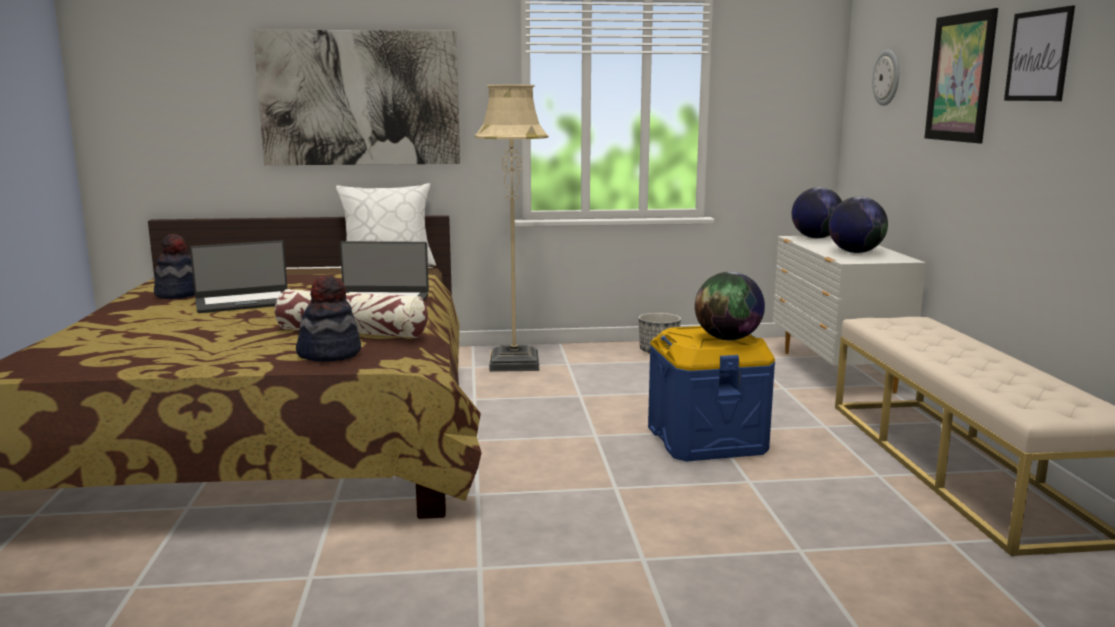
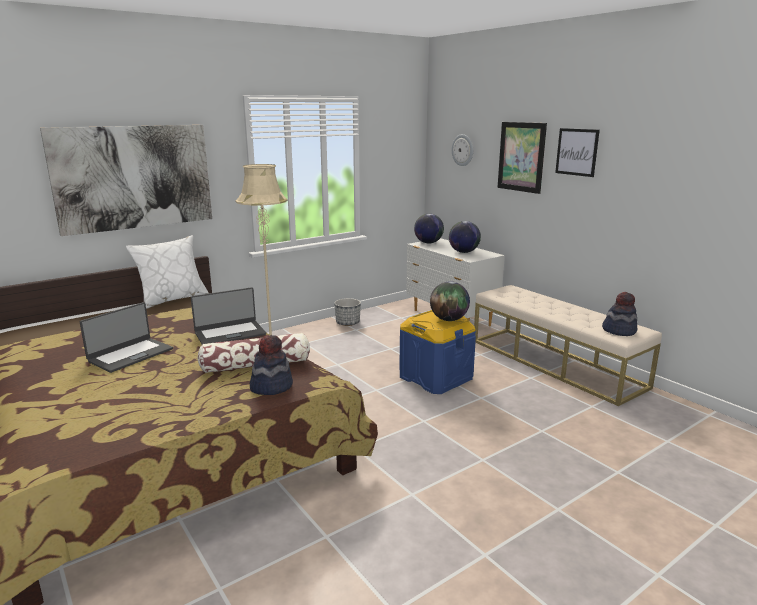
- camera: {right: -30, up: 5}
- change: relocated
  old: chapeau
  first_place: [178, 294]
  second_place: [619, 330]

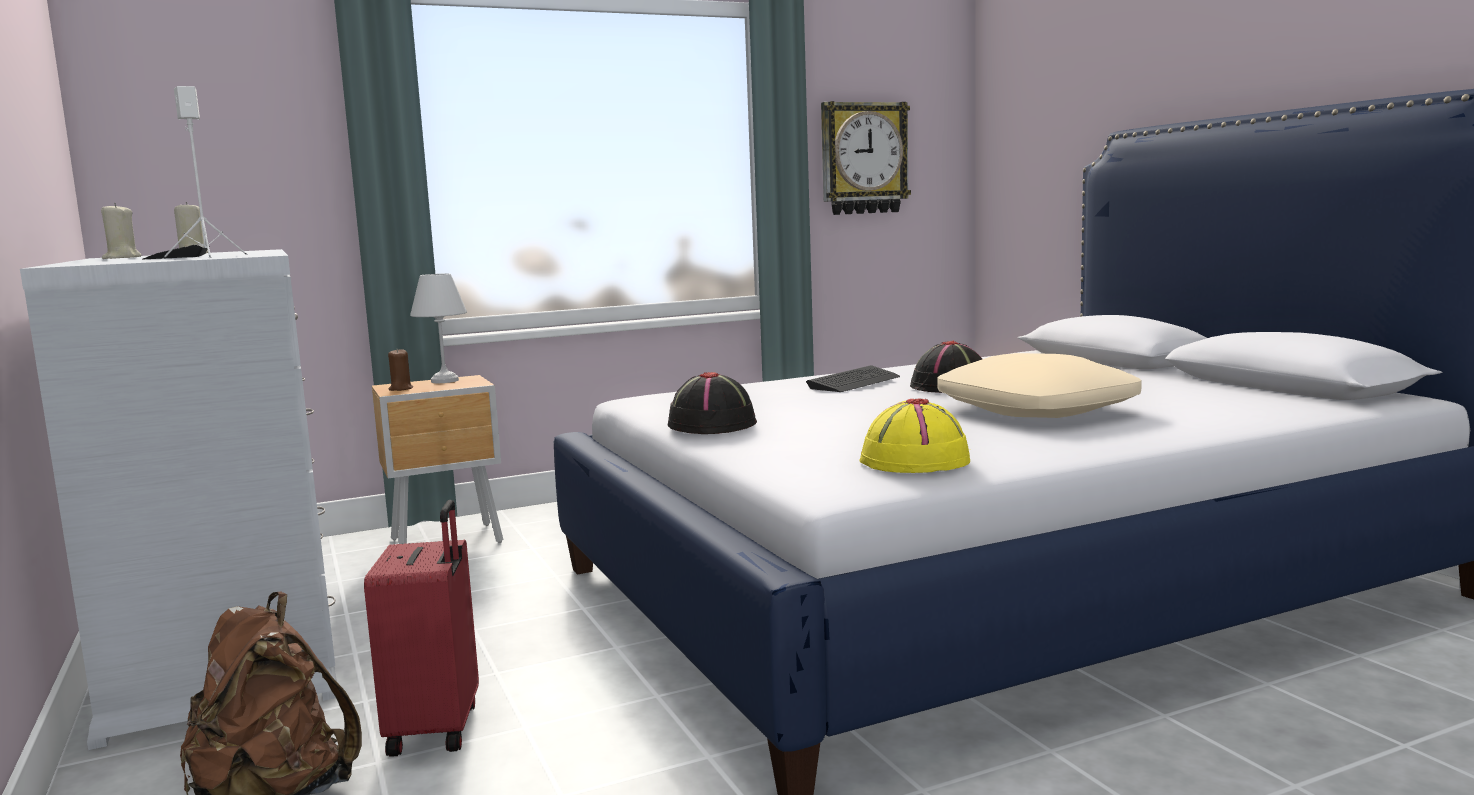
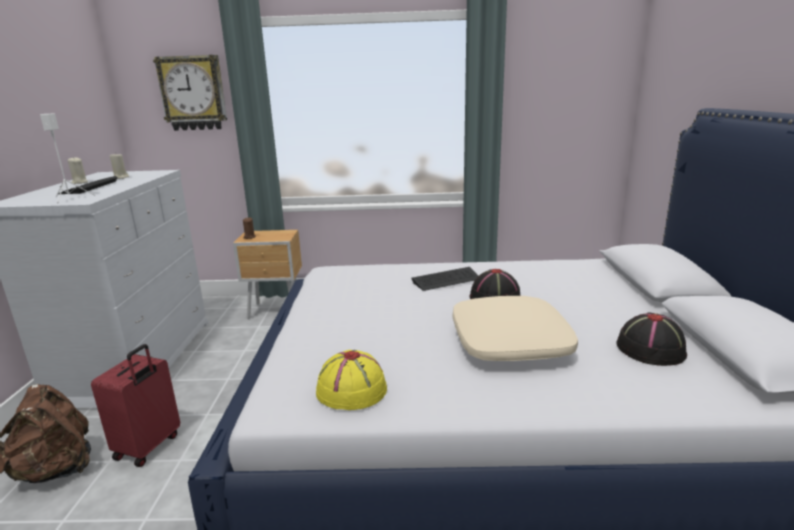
- camera: {right: 25, up: 10}
- change: relocated
  old: horloge murale
  first_place: [863, 158]
  second_place: [193, 93]
- change: relocated
  old: chapeau (noir)
  first_place: [712, 424]
  second_place: [650, 348]
- change: missing
  old: lampe de table (blanc)
  first_place: [444, 381]

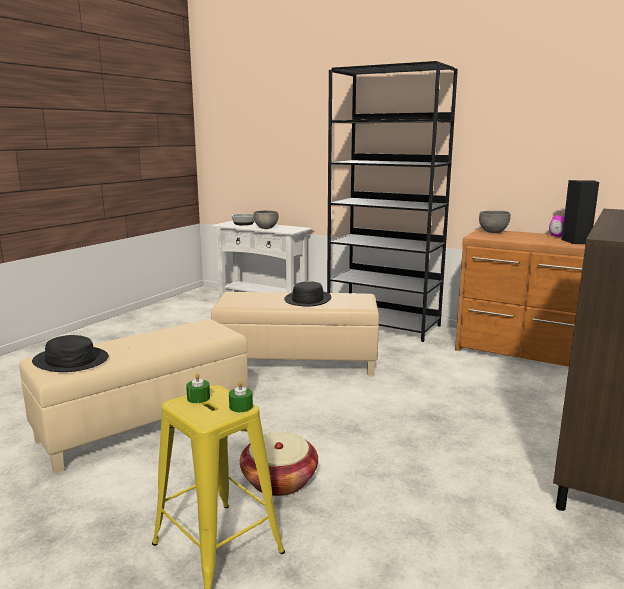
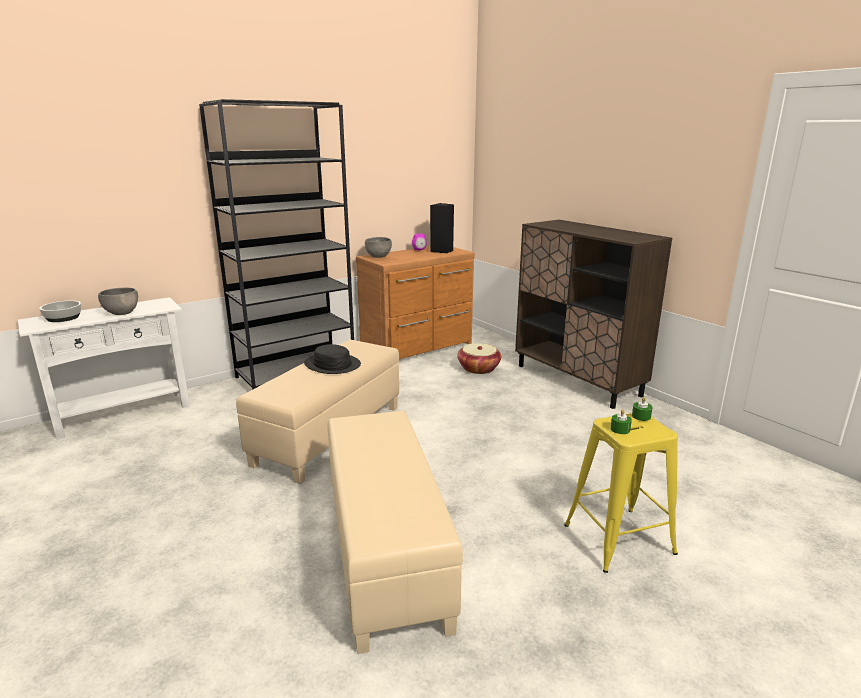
- camera: {right: -65, up: 5}
- change: relocated
  old: panier
  first_place: [279, 480]
  second_place: [478, 368]
- change: missing
  old: chapeau (noir)
  first_place: [70, 360]

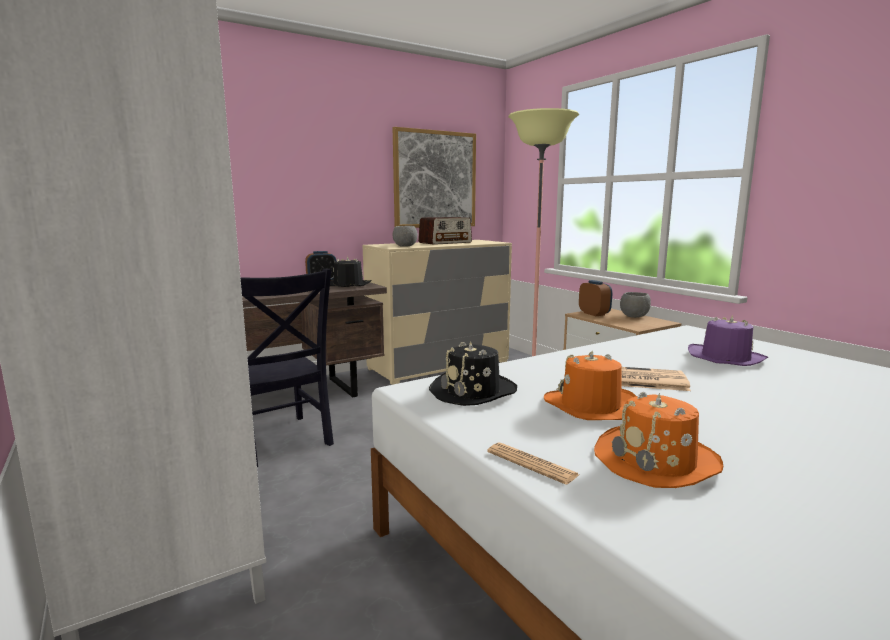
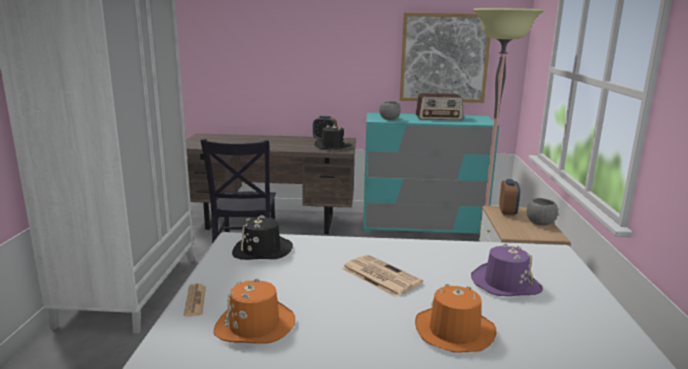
- camera: {right: 35, up: 5}
- change: colour
  old: commode (beige)
  new: commode (turquoise)
  first_place: [439, 365]
  second_place: [422, 224]
- change: relocated
  old: chapeau (orange)
  first_place: [591, 406]
  second_place: [454, 331]

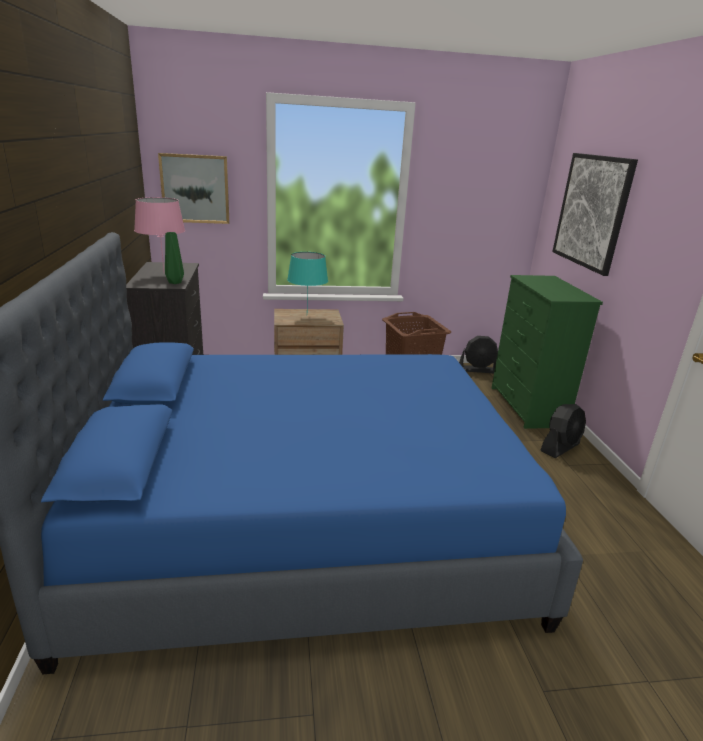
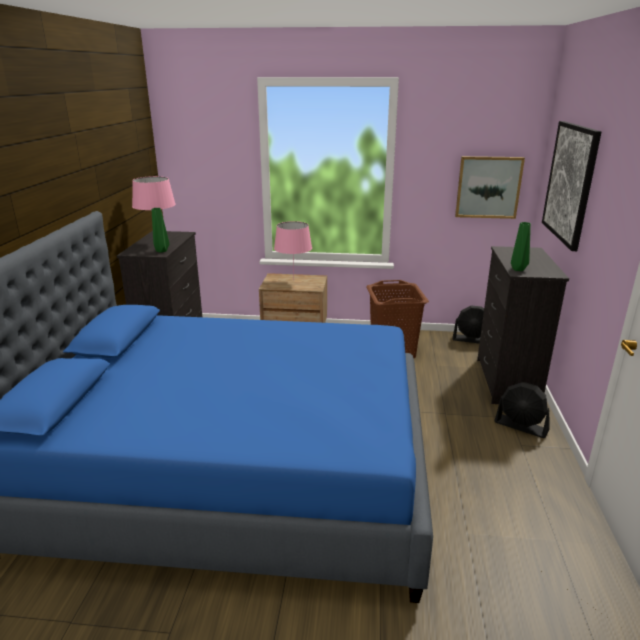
- camera: {right: 15, up: 0}
- change: colour
  old: lampe de table (turquoise)
  new: lampe de table (rose)
  first_place: [306, 315]
  second_place: [293, 280]
- change: relocated
  old: tableau
  first_place: [195, 189]
  second_place: [488, 187]
- change: colour
  old: commode (vert)
  new: commode (noir)
  first_place: [527, 407]
  second_place: [506, 382]
- change: spun
  old: ventilateur (noir)
  first_place: [560, 447]
  second_place: [521, 426]
  degrees: 60
- change: appeared
  new: vase (vert)
  second_place: [519, 269]

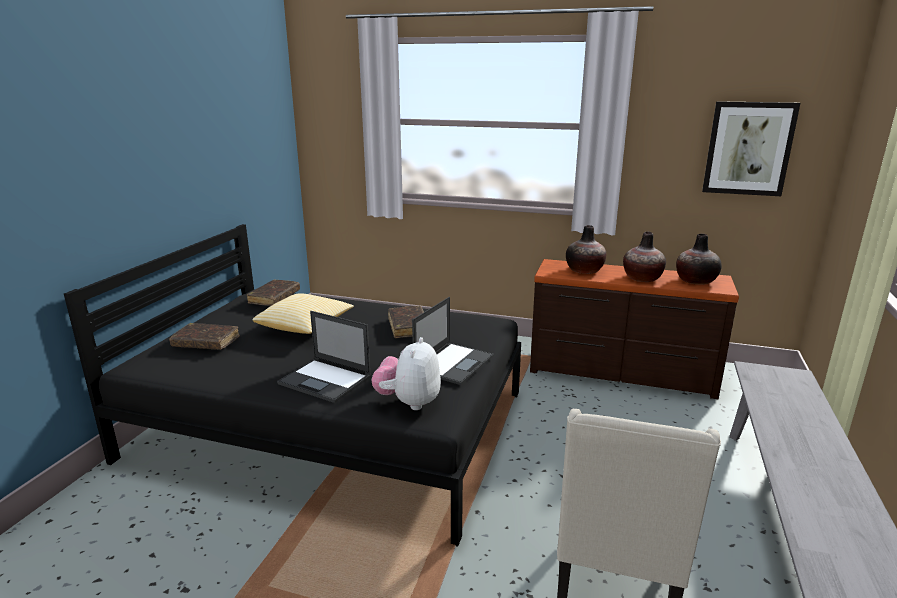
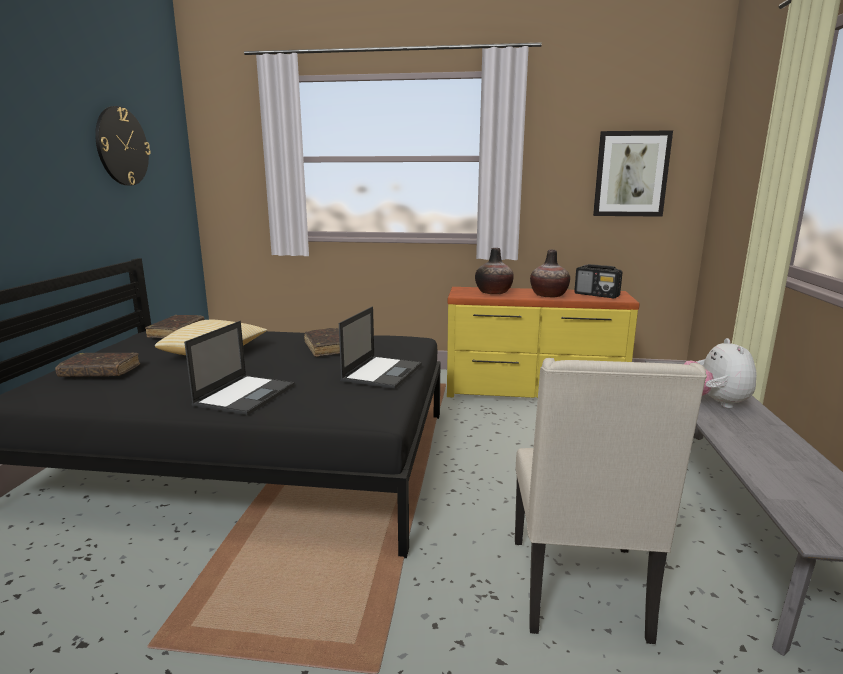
- camera: {right: -10, up: -5}
- change: appeared
  new: horloge murale
  second_place: [122, 146]
- change: spun
  old: ordinateur portable
  first_place: [326, 380]
  second_place: [246, 394]
  degrees: -90
- change: colour
  old: commode (marron)
  new: commode (jaune)
  first_place: [621, 373]
  second_place: [533, 392]
- change: exchanged
  old: vase
  new: radio
  first_place: [695, 281]
  second_place: [597, 295]
- change: relocated
  old: peluche
  first_place: [409, 402]
  second_place: [714, 403]

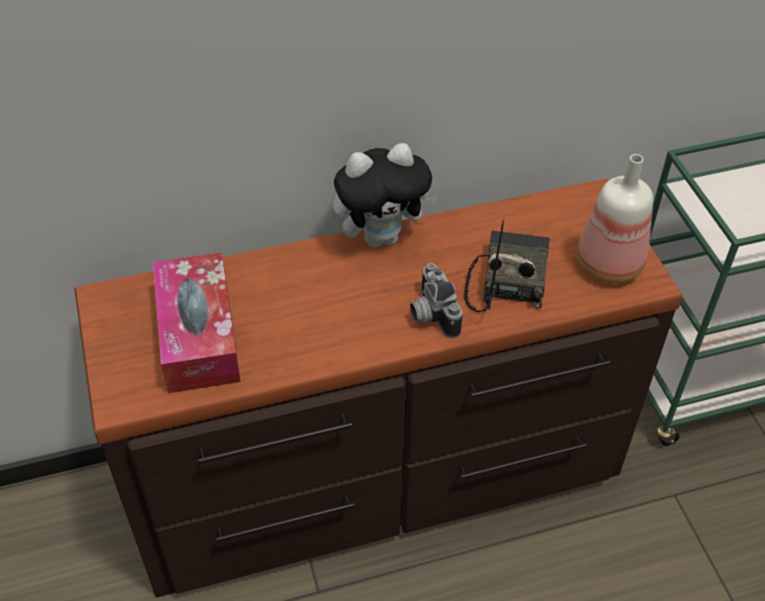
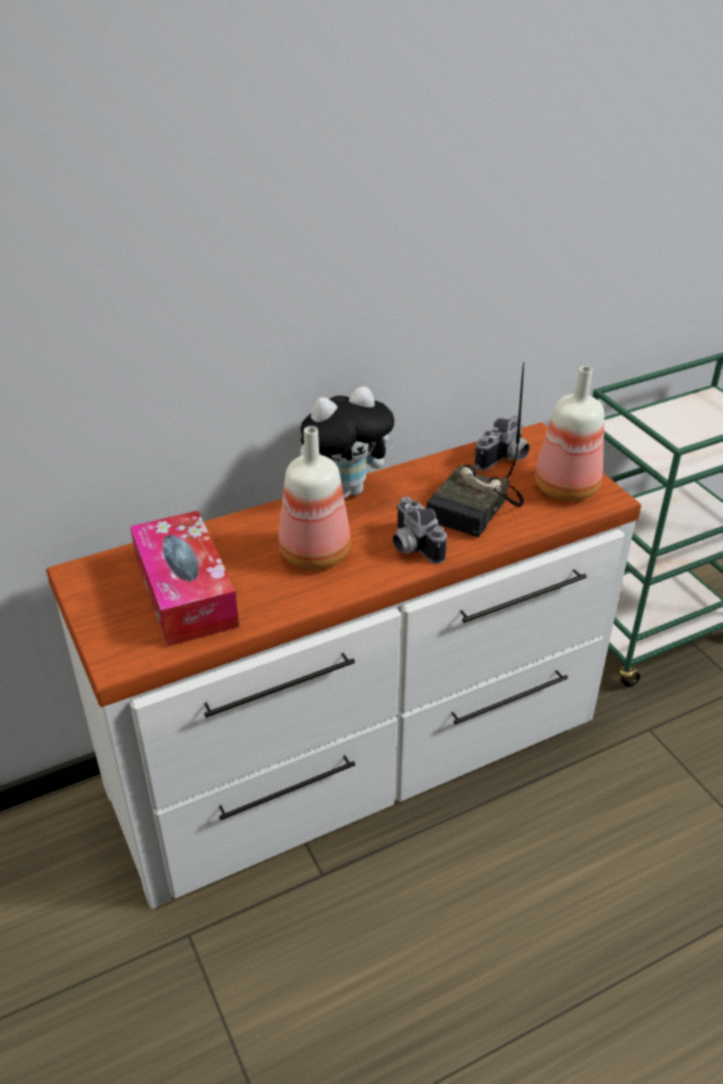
- camera: {right: -10, up: -10}
- change: colour
  old: commode (marron)
  new: commode (blanc)
  first_place: [379, 476]
  second_place: [359, 756]
- change: appeared
  new: bouteille
  second_place: [312, 553]
- change: spun
  old: radio
  first_place: [506, 280]
  second_place: [475, 511]
  degrees: -150
- change: appeared
  new: appareil photo
  second_place: [505, 459]

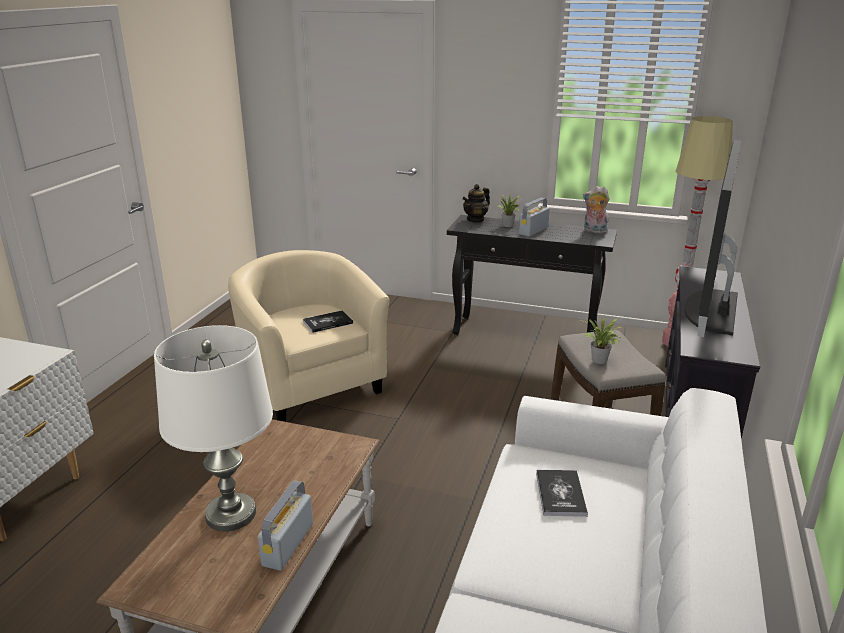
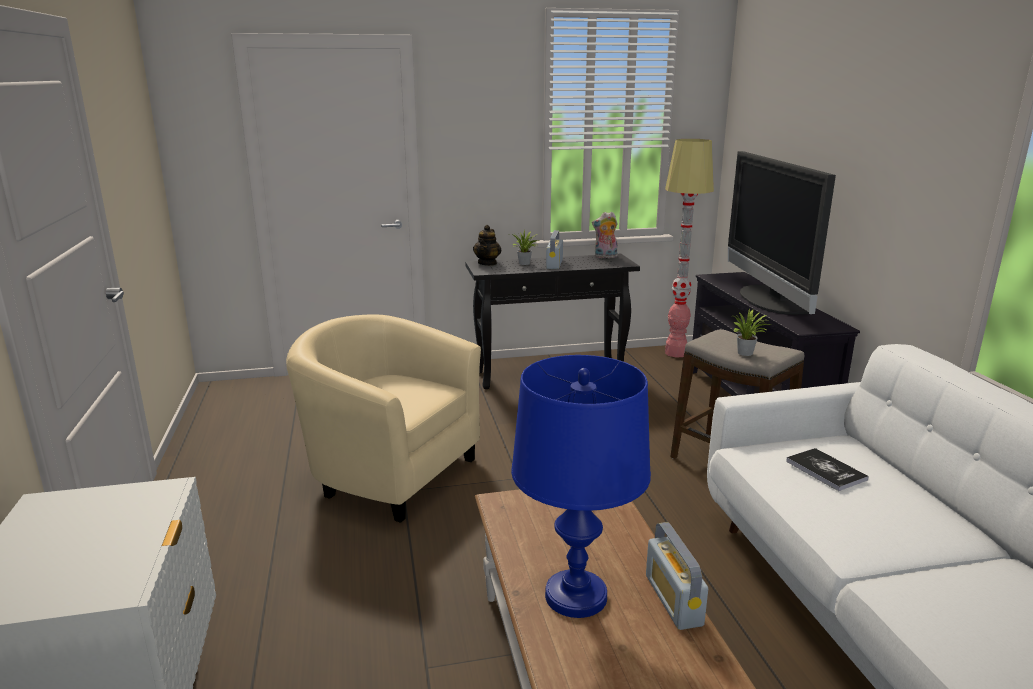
- camera: {right: -30, up: -5}
- change: colour
  old: lampe de table (blanc)
  new: lampe de table (bleu)
  first_place: [231, 514]
  second_place: [576, 596]
- change: missing
  old: livre
  first_place: [328, 322]

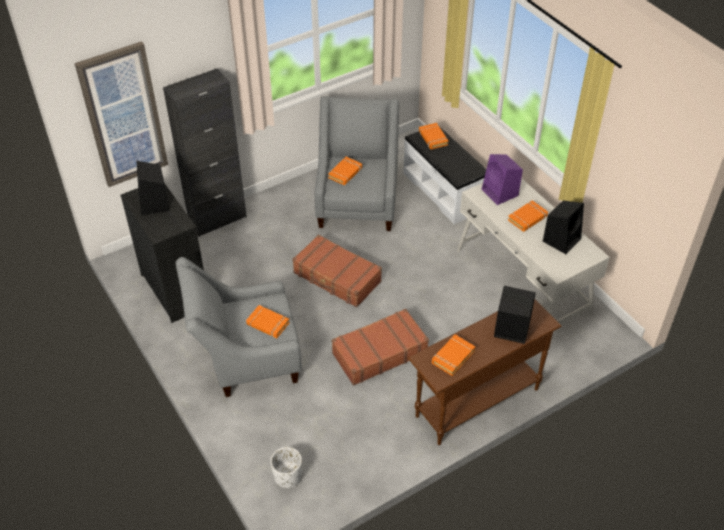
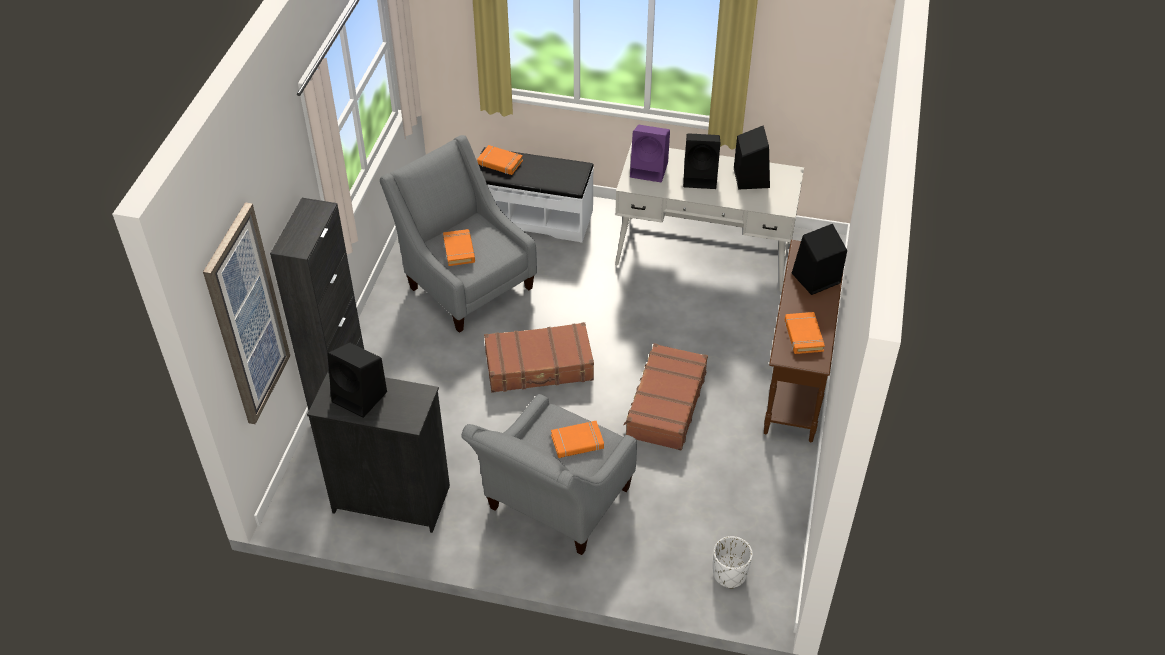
- camera: {right: -45, up: 0}
- change: exchanged
  old: livre (orange)
  new: enceinte (noir)
  first_place: [527, 218]
  second_place: [701, 177]

